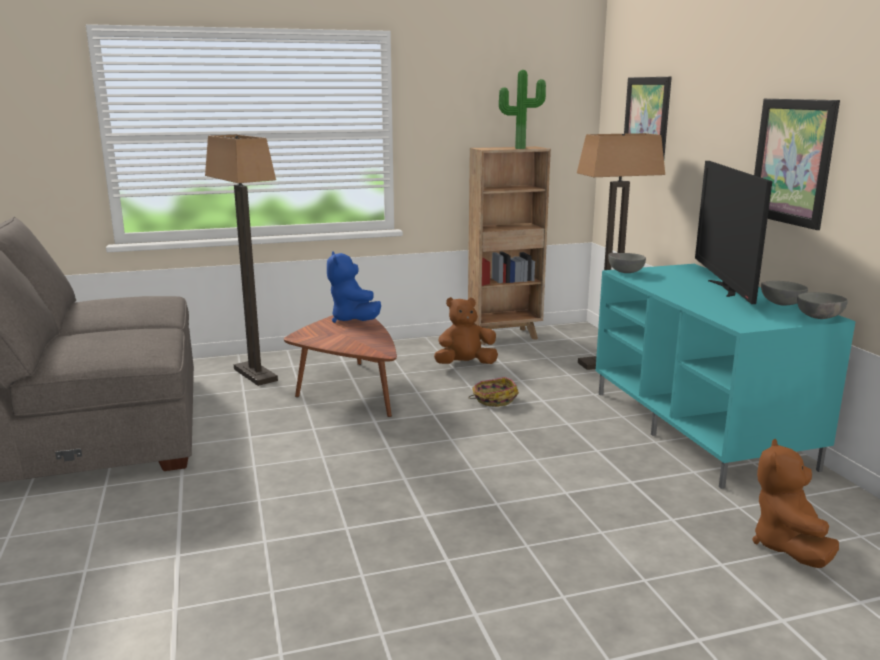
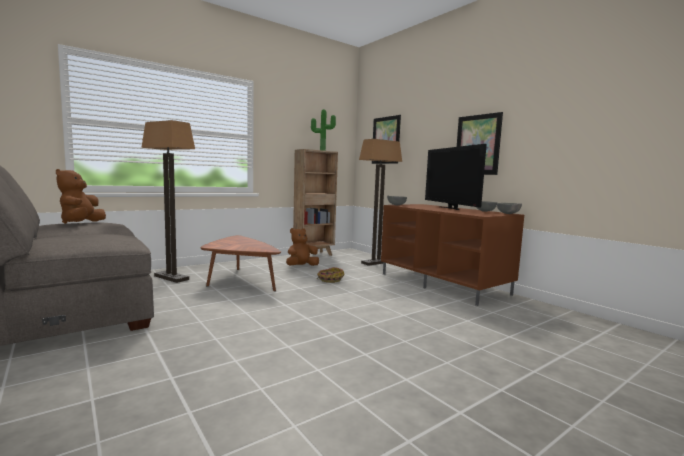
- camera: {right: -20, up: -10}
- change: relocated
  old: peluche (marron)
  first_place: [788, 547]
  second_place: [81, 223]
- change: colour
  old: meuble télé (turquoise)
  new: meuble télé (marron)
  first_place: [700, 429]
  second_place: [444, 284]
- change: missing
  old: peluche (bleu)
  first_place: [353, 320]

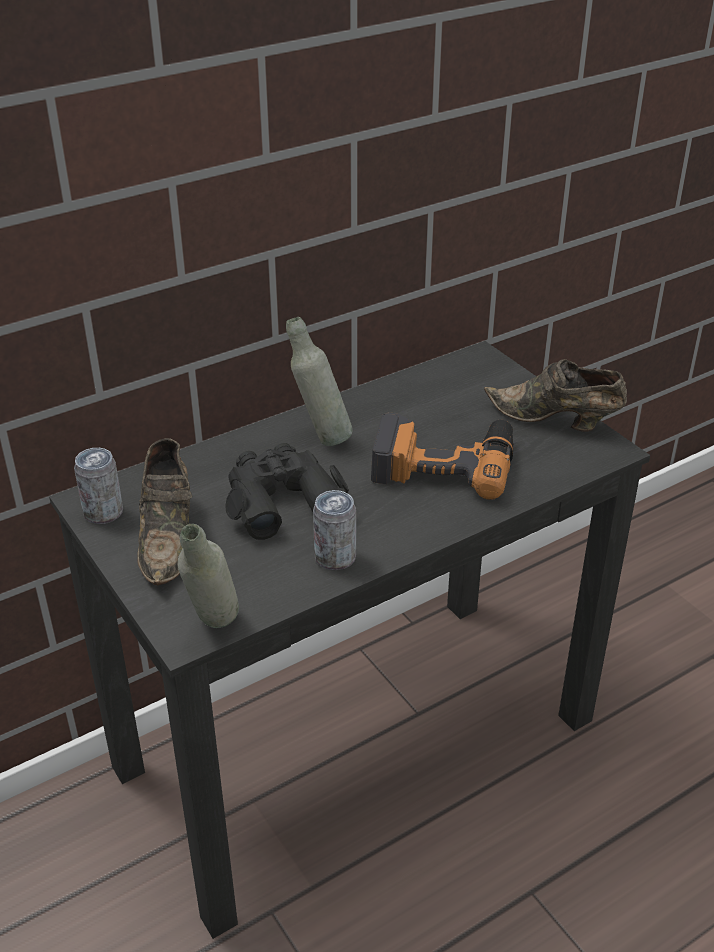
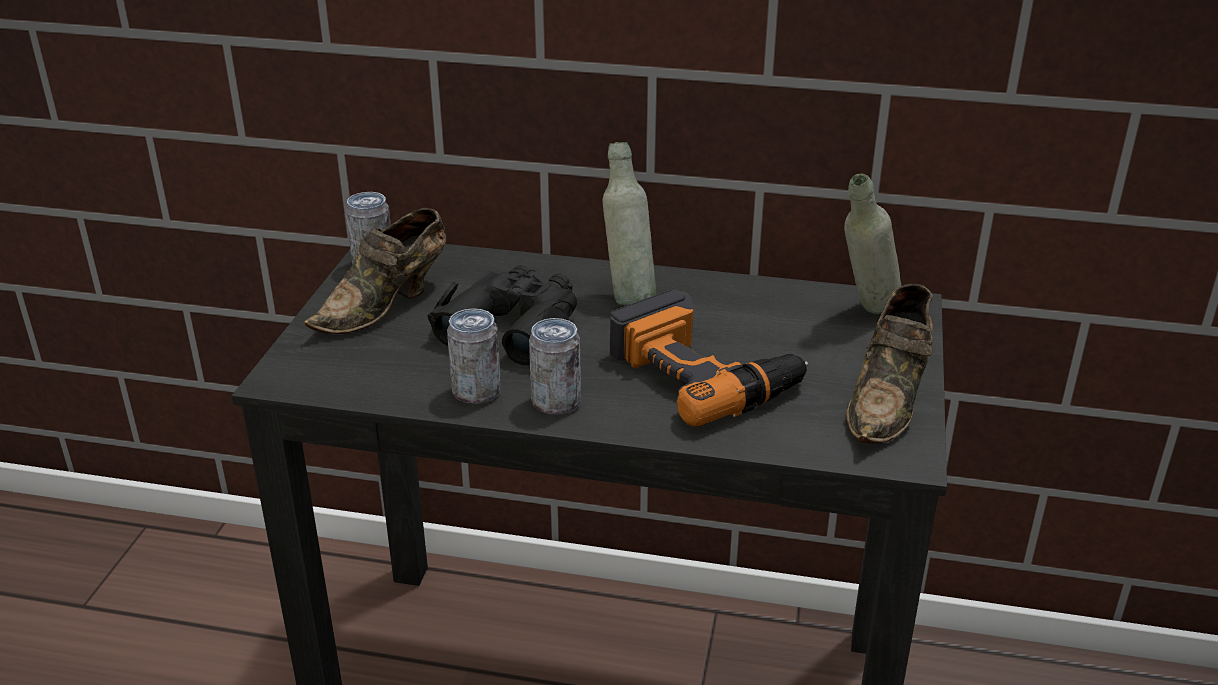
- camera: {right: 45, up: -5}
- change: appeared
  new: boîte métallique
  second_place: [556, 402]
- change: relocated
  old: bouteille (gris)
  first_place: [214, 631]
  second_place: [865, 314]
- change: spun
  old: chaussure (marron)
  first_place: [556, 421]
  second_place: [889, 398]
  degrees: -135

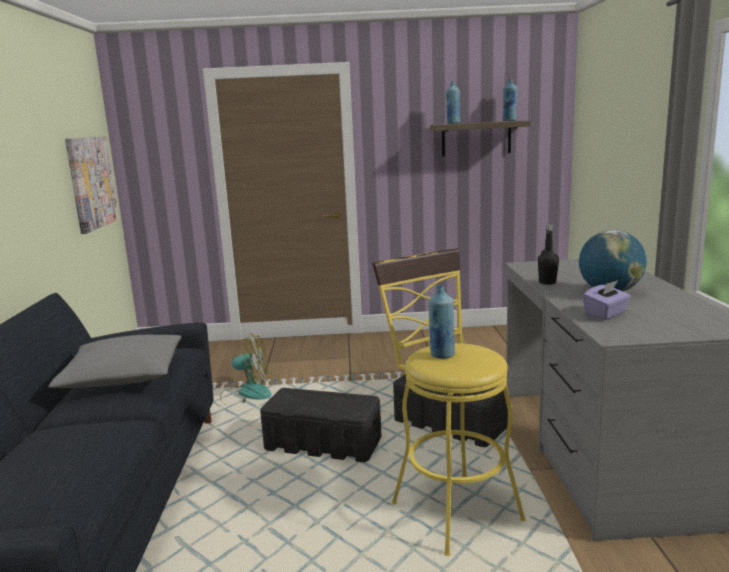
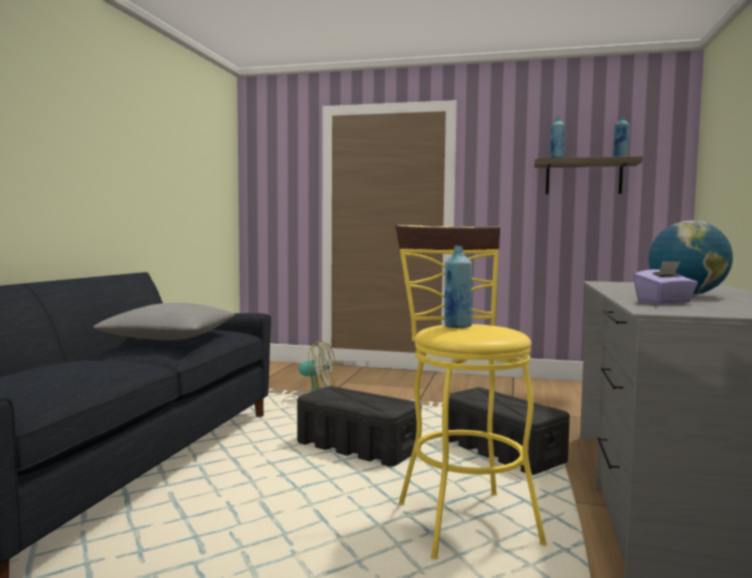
- camera: {right: 15, up: -10}
- change: missing
  old: tableau
  first_place: [91, 182]
- change: missing
  old: bouteille (noir)
  first_place: [547, 282]

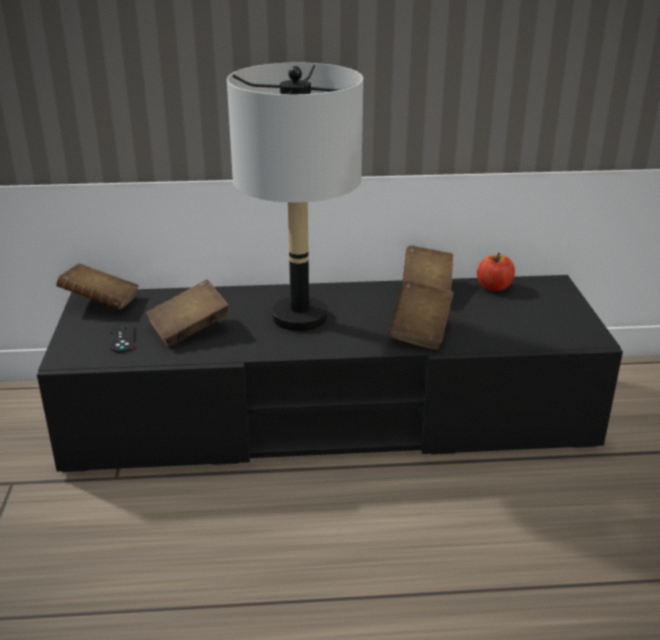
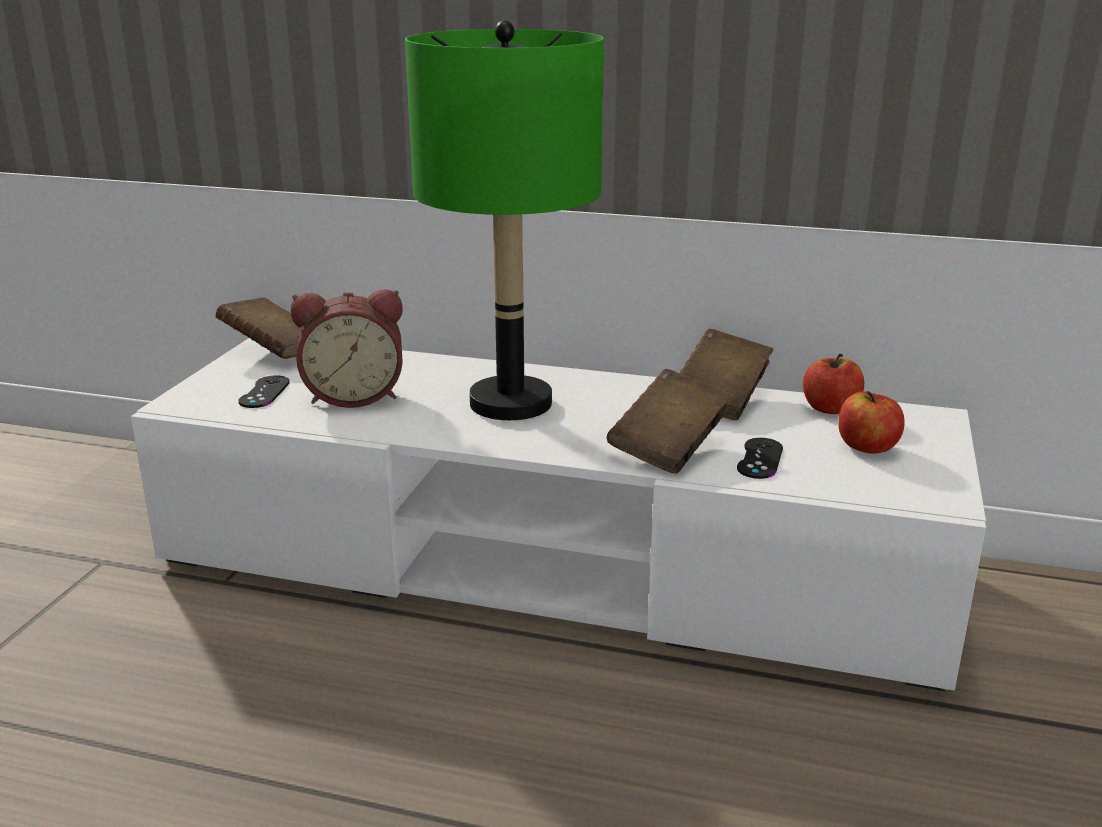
- camera: {right: 20, up: -5}
- change: colour
  old: meuble télé (noir)
  new: meuble télé (blanc)
  first_place: [330, 416]
  second_place: [551, 564]
- change: exchanged
  old: livre (marron)
  new: réveil
  first_place: [189, 329]
  second_place: [354, 396]
- change: colour
  old: lampe de table (gris)
  new: lampe de table (vert)
  first_place: [300, 317]
  second_place: [511, 404]
- change: appeared
  new: manette (noir)
  second_place: [760, 458]
- change: appeared
  new: pomme
  second_place: [867, 447]

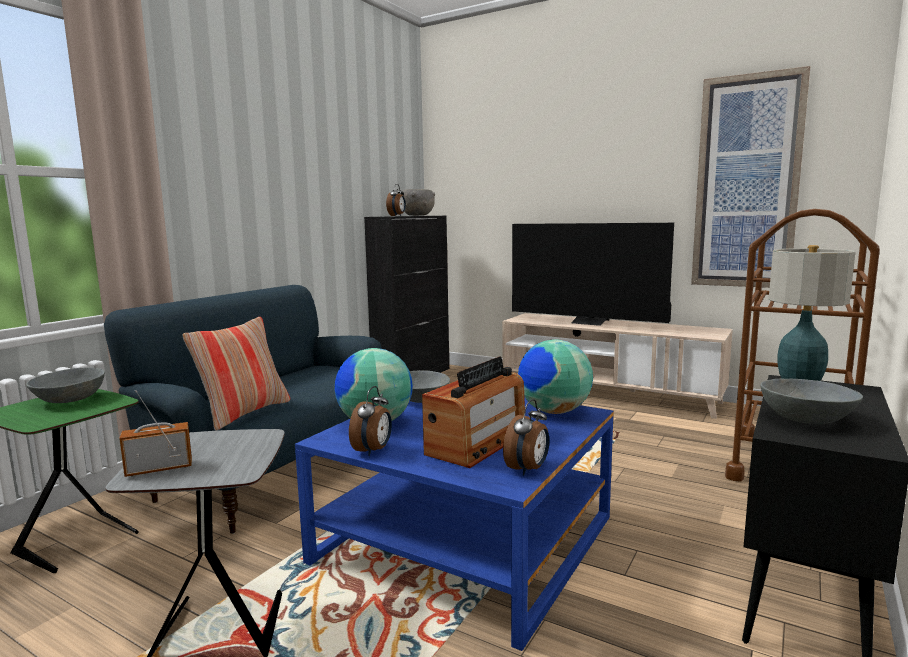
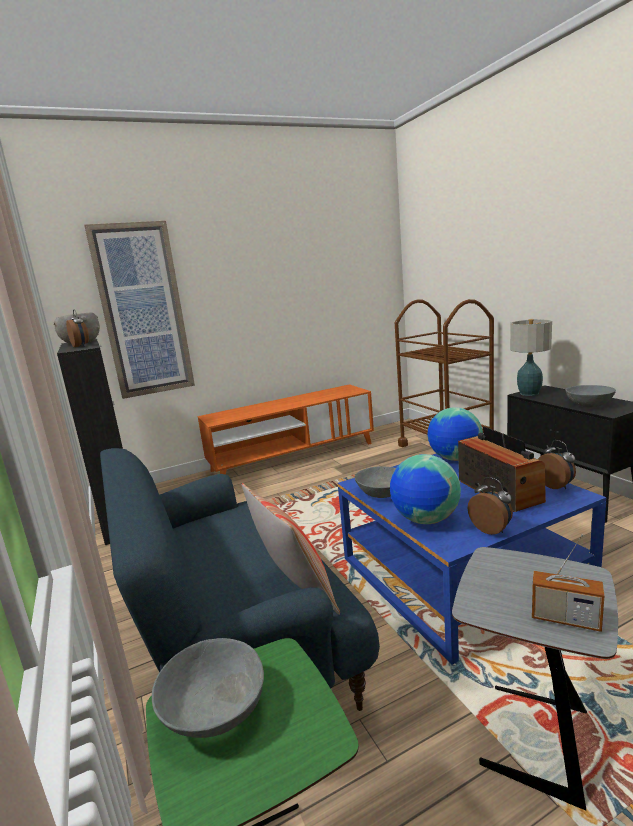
- camera: {right: -55, up: 5}
- change: relocated
  old: tableau
  first_place: [747, 183]
  second_place: [143, 311]
- change: colour
  old: meuble télé (beige)
  new: meuble télé (orange)
  first_place: [609, 394]
  second_place: [293, 457]
- change: spun
  old: radio
  first_place: [159, 469]
  second_place: [565, 619]
  degrees: -75
- change: missing
  old: téléviseur
  first_place: [589, 322]

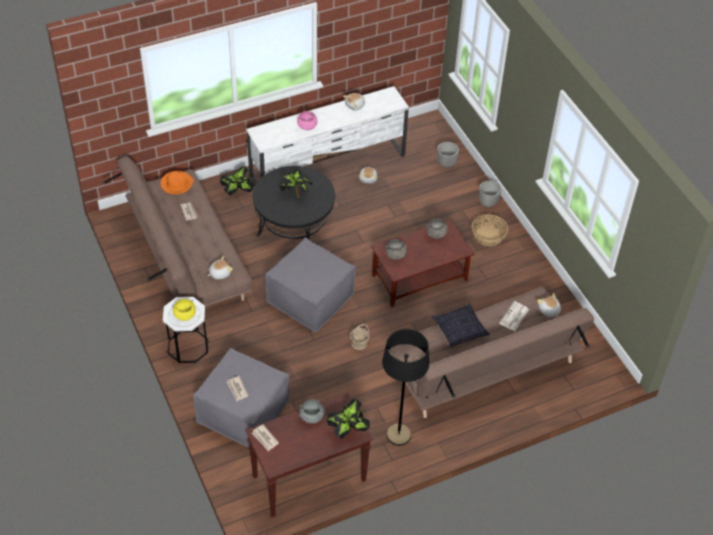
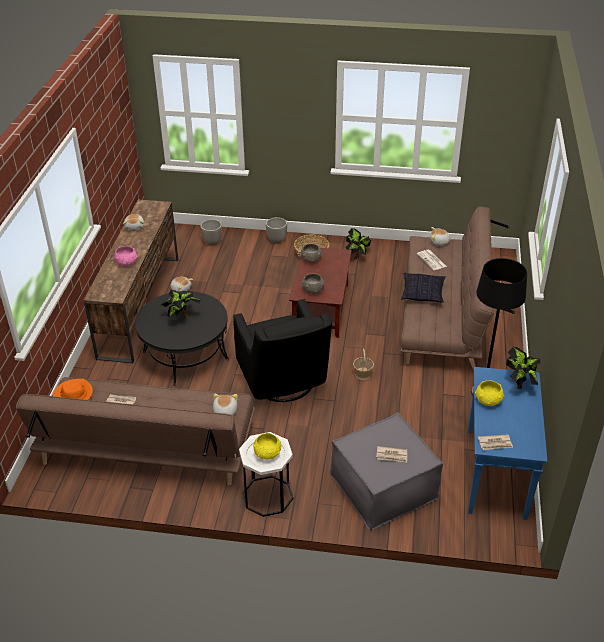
- camera: {right: -55, up: -10}
- change: colour
  old: meuble télé (blanc)
  new: meuble télé (marron)
  first_place: [328, 166]
  second_place: [140, 305]
- change: exchanged
  old: pouf (gris)
  new: fauteuil (noir)
  first_place: [310, 298]
  second_place: [283, 382]
- change: relocated
  old: plante en pot
  first_place: [238, 193]
  second_place: [357, 256]
- change: colour
  old: table console (marron)
  new: table console (bleu)
  first_place: [308, 479]
  second_place: [496, 474]
- change: colour
  old: bol (gris)
  new: bol (jaune)
  first_place: [311, 417]
  second_place: [488, 400]

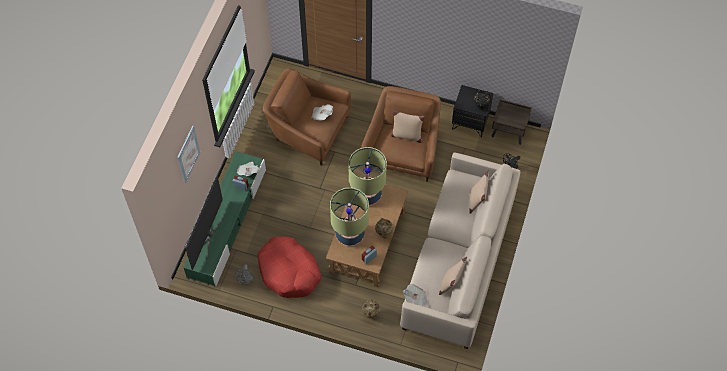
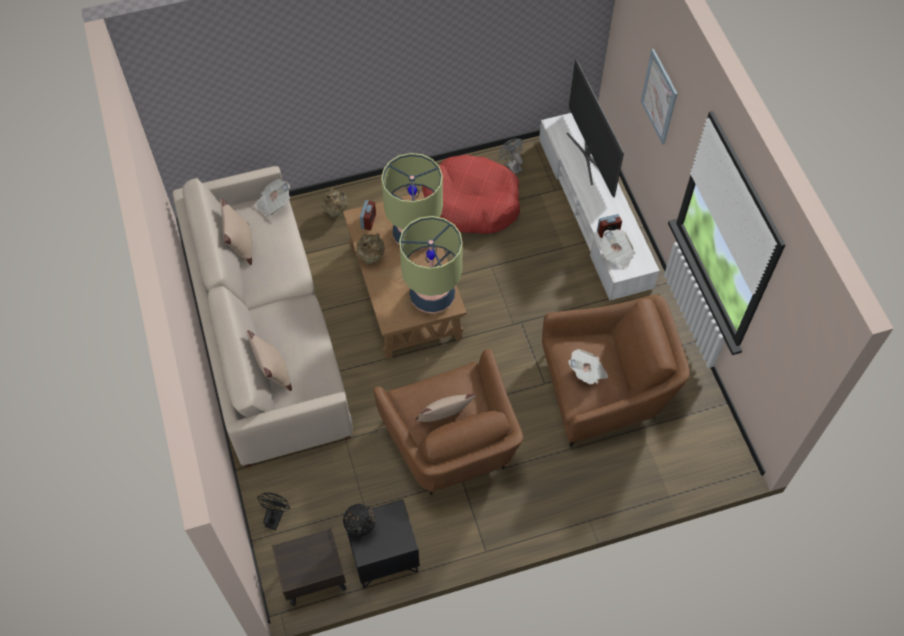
- camera: {right: 145, up: 0}
- change: colour
  old: meuble télé (vert)
  new: meuble télé (blanc)
  first_place: [227, 222]
  second_place: [594, 213]

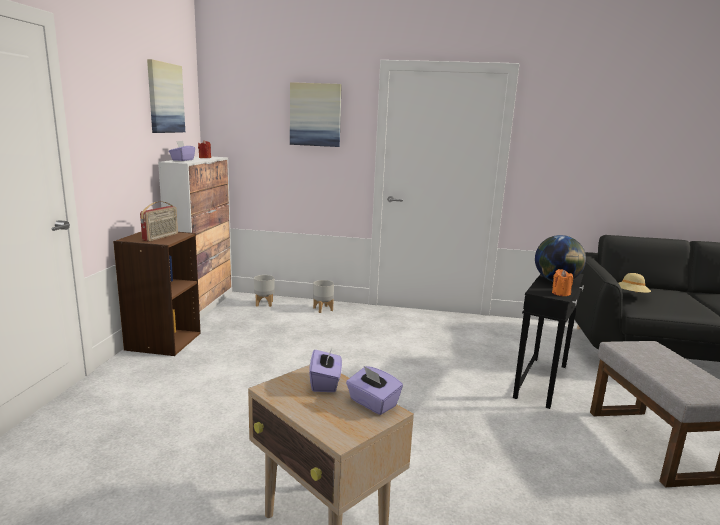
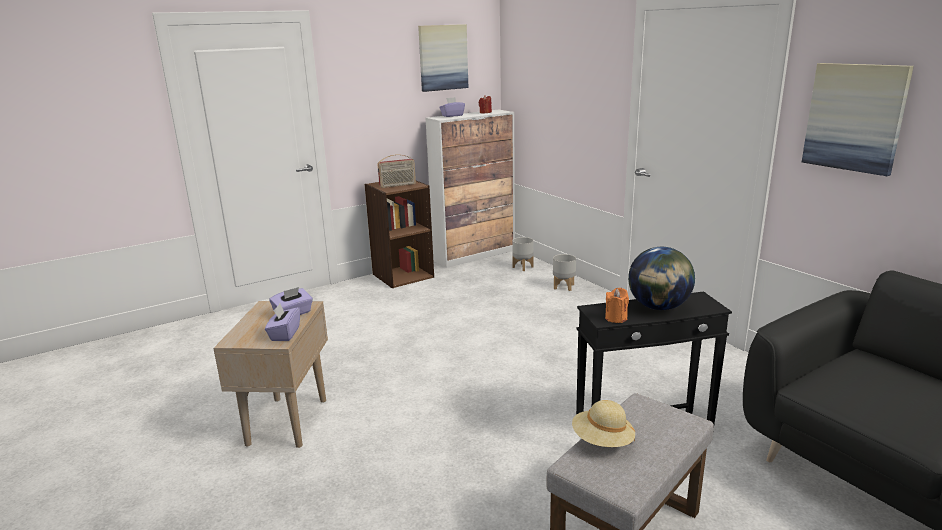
- camera: {right: 50, up: 5}
- change: relocated
  old: chapeau (beige)
  first_place: [631, 296]
  second_place: [602, 441]
- change: relocated
  old: tableau
  first_place: [315, 115]
  second_place: [855, 117]

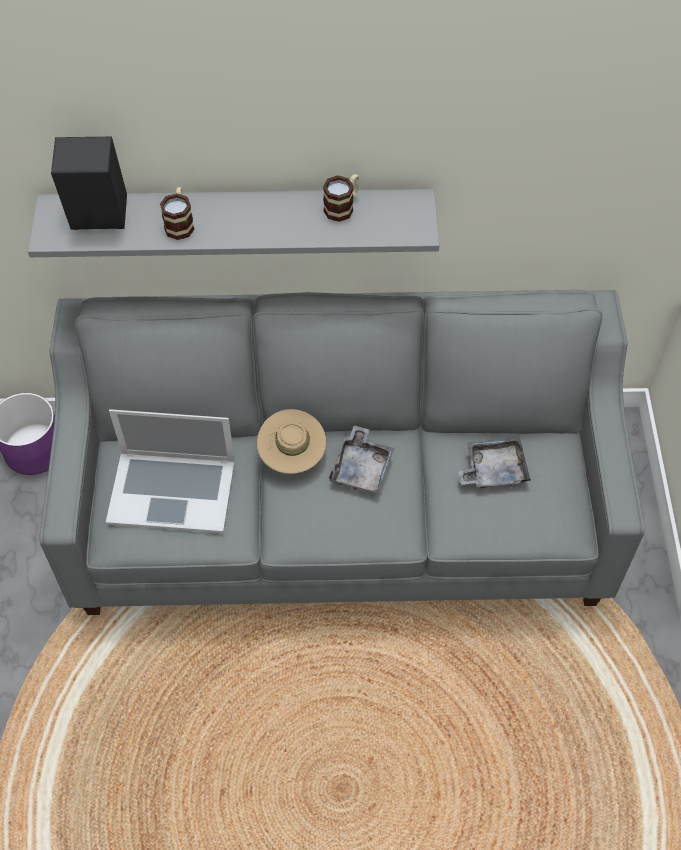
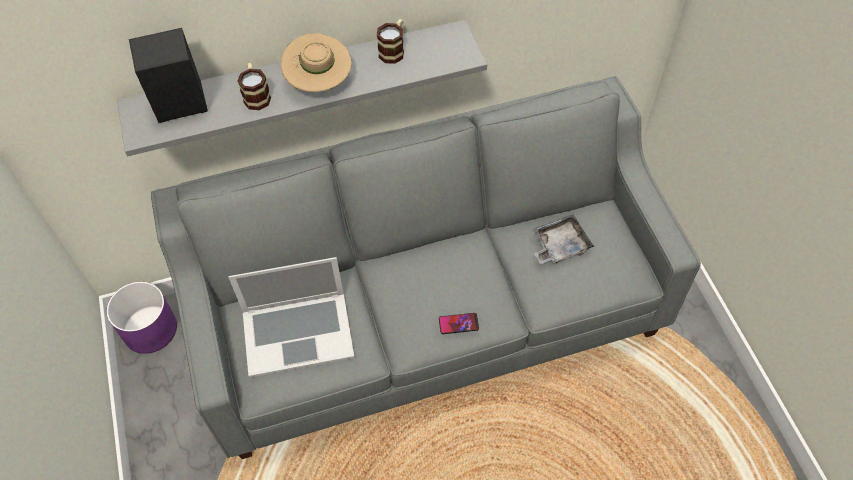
- camera: {right: -15, up: 0}
- change: relocated
  old: chapeau (beige)
  first_place: [292, 456]
  second_place: [319, 82]
- change: appeared
  new: téléphone
  second_place: [458, 324]
- change: missing
  old: plateau (gris)
  first_place: [362, 468]

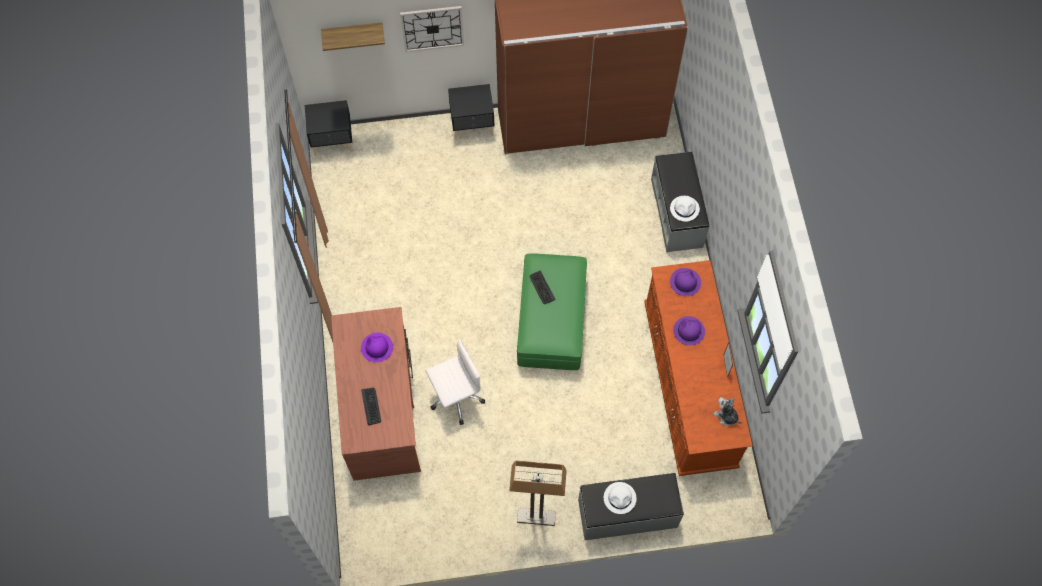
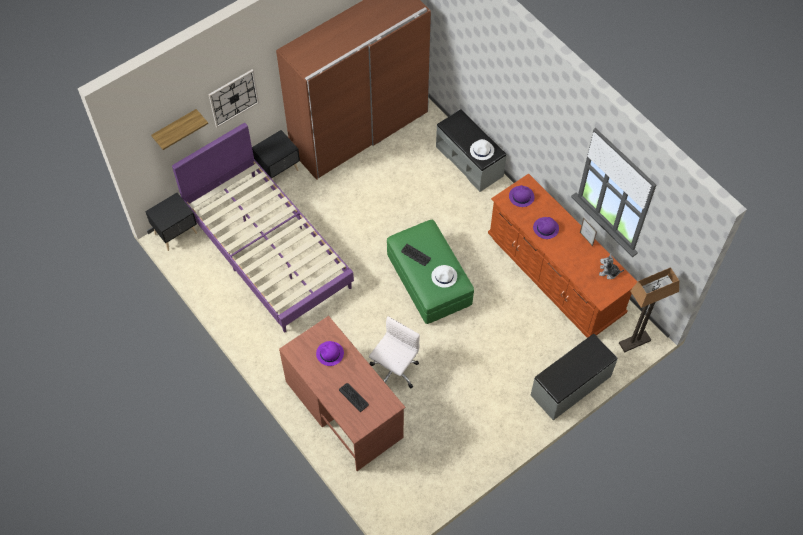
- camera: {right: -30, up: -5}
- change: appeared
  new: lit (violet)
  second_place: [268, 249]
- change: relocated
  old: chapeau (blanc)
  first_place: [620, 498]
  second_place: [444, 276]
- change: relocated
  old: lampadaire
  first_place: [536, 517]
  second_place: [634, 342]

